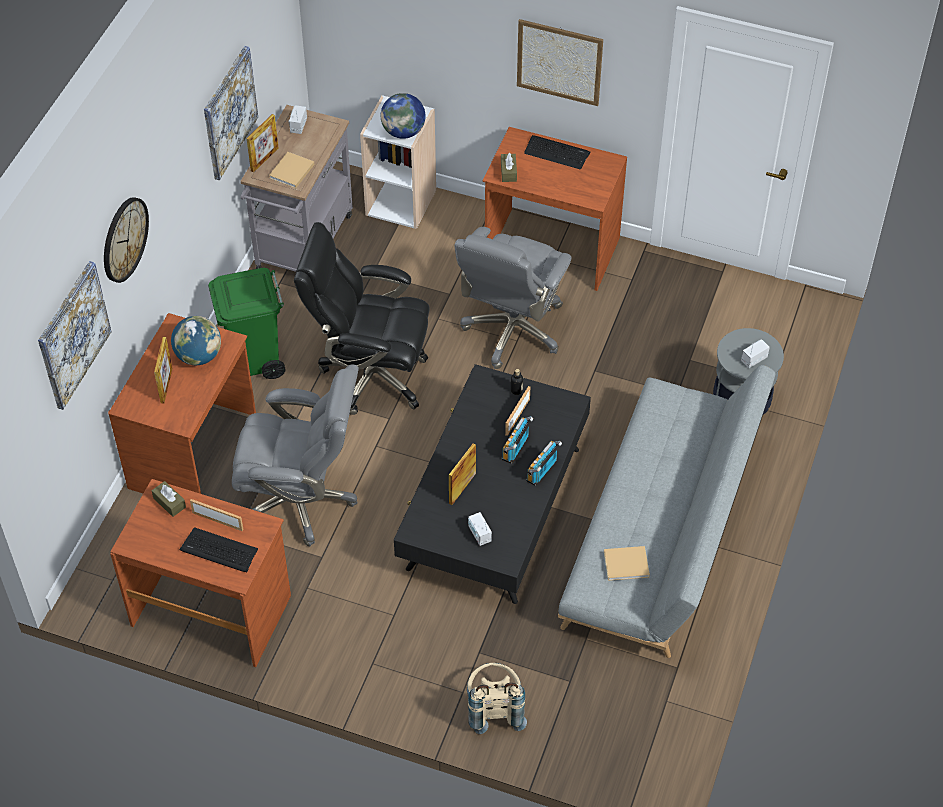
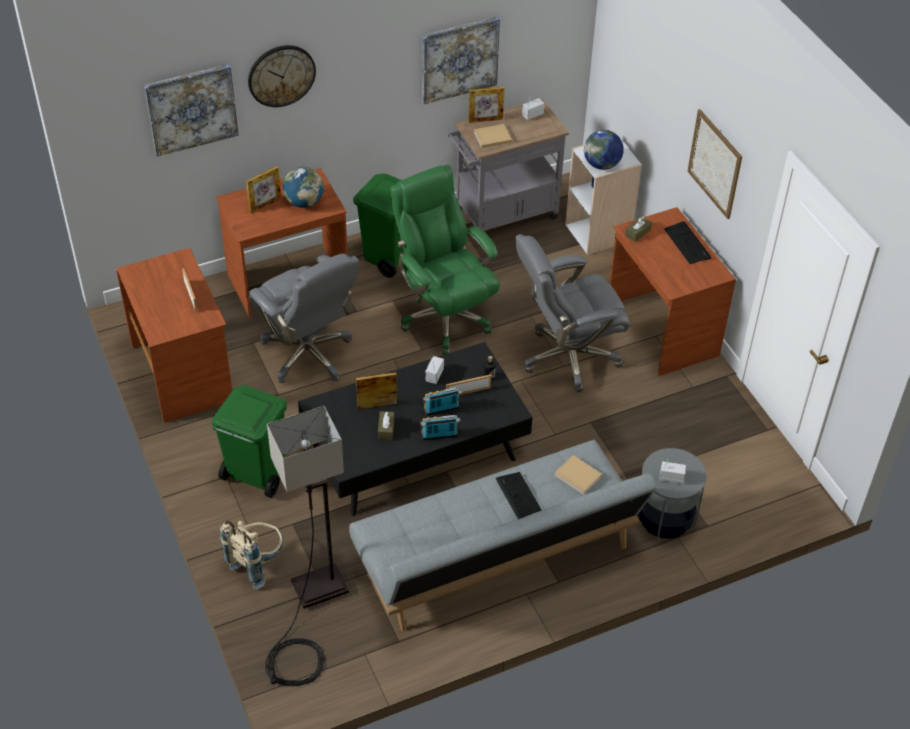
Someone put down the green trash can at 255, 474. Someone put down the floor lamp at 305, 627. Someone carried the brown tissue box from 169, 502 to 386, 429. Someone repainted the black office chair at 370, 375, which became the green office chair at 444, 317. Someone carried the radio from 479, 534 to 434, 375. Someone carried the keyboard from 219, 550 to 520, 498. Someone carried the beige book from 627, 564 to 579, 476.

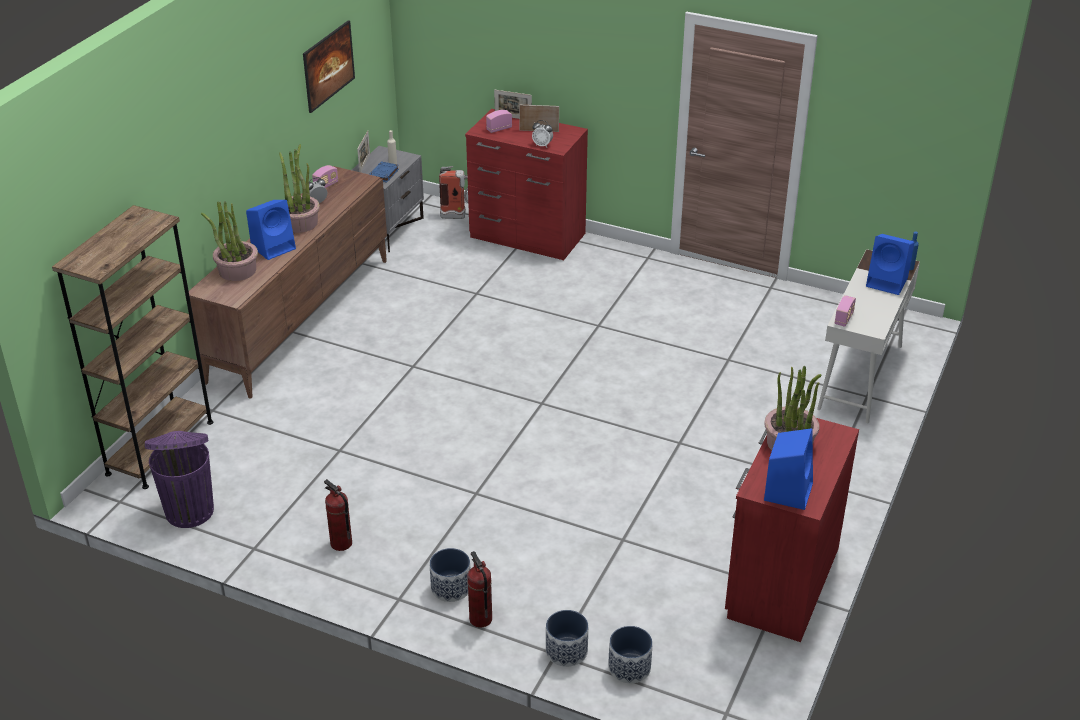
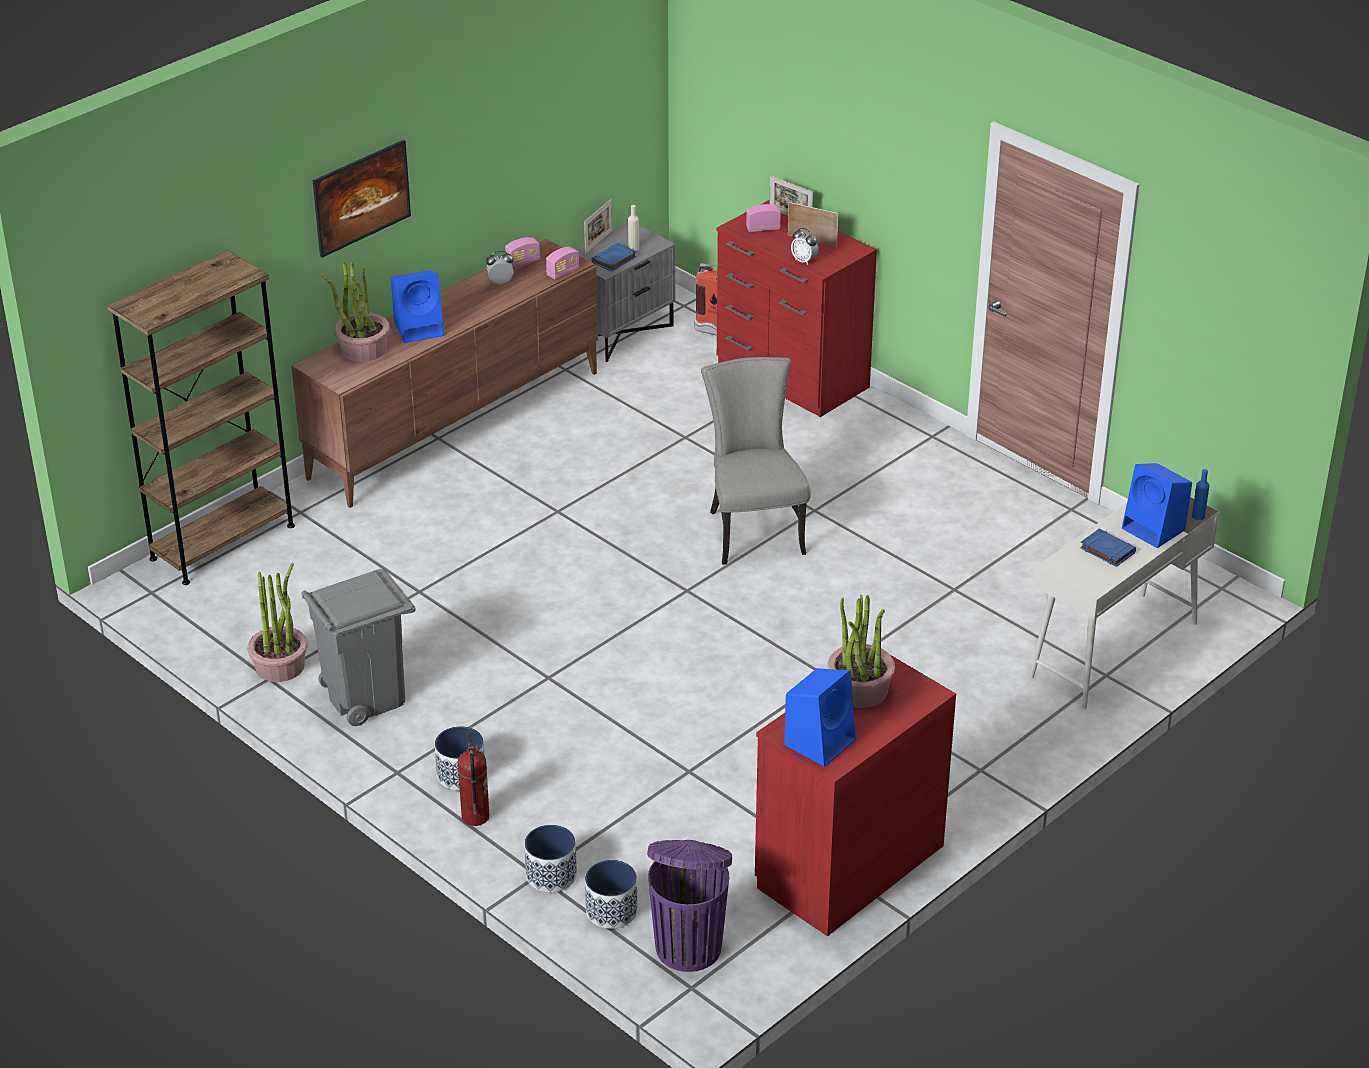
Someone carried the potted plant from 300, 223 to 280, 665. Someone swapped the fire extinguisher at 341, 543 for the grey trash can at 365, 696. Someone carried the picture from 330, 80 to 363, 216. Someone carried the radio from 844, 319 to 563, 273. Someone carried the purple trash can from 189, 510 to 689, 945. Someone put down the grey chair at 753, 528. Someone put down the blue book at 1106, 550.

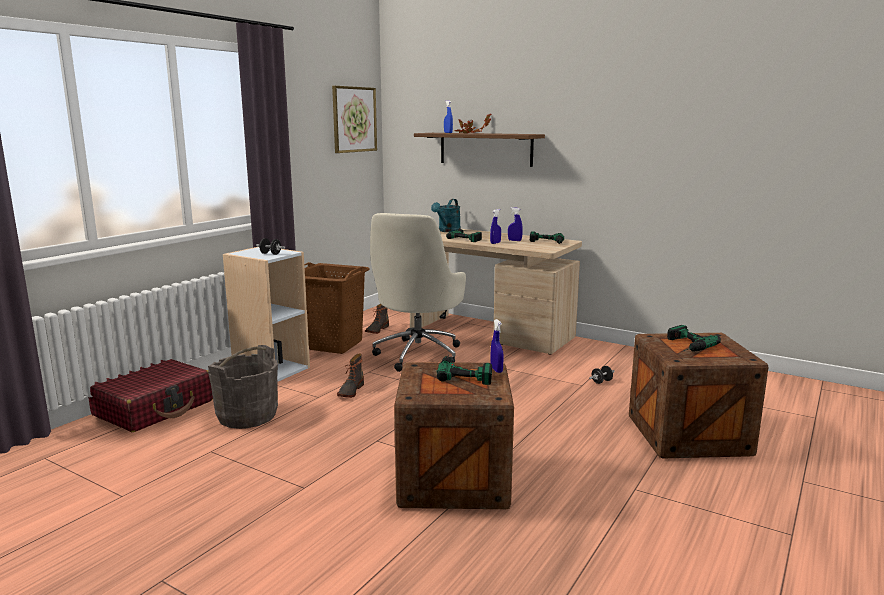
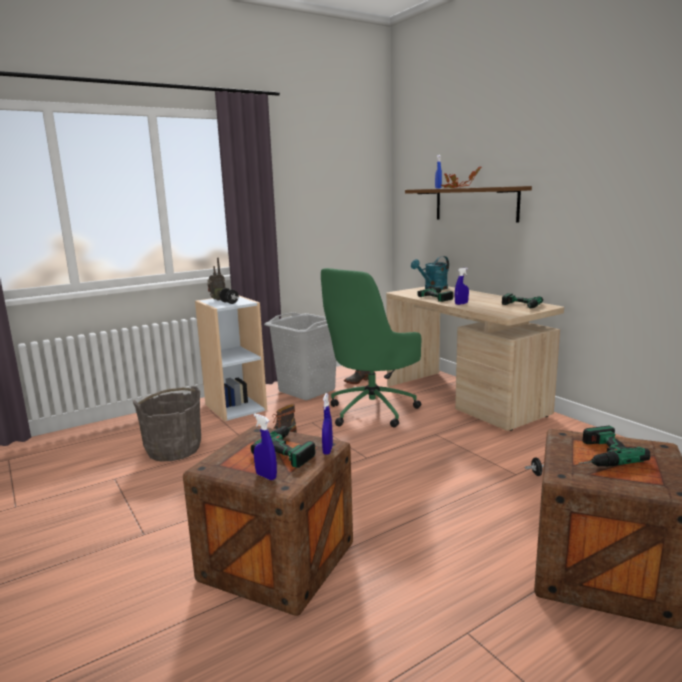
Someone put down the radio at 217, 299. Someone carried the blue spray bottle from 514, 240 to 266, 476. Someone repainted the brown laundry basket at 332, 344, which became the grey laundry basket at 307, 390. Someone repainted the beige office chair at 418, 355, which became the green office chair at 372, 411. Someone took away the red suitcase at 154, 408. Someone took away the picture at 354, 119.

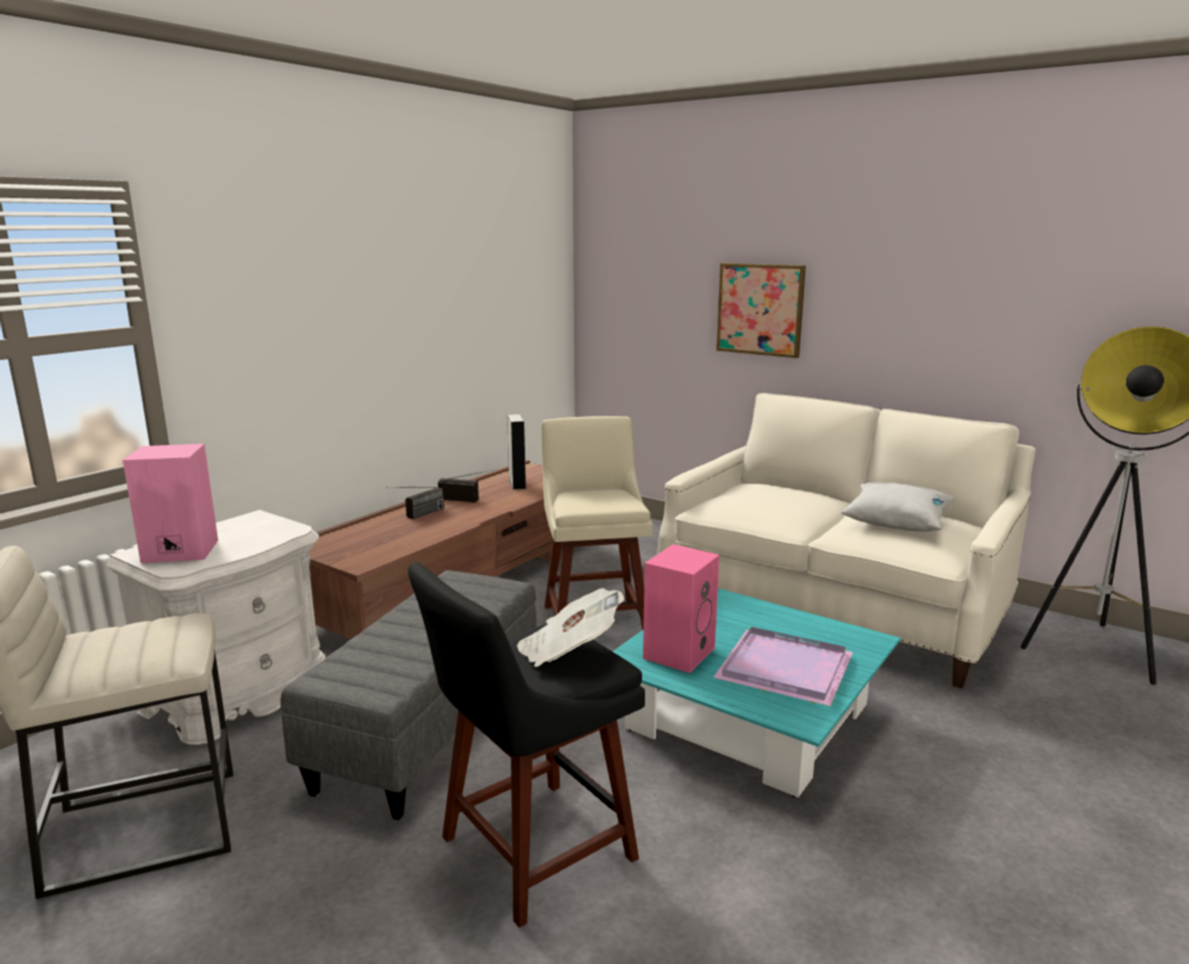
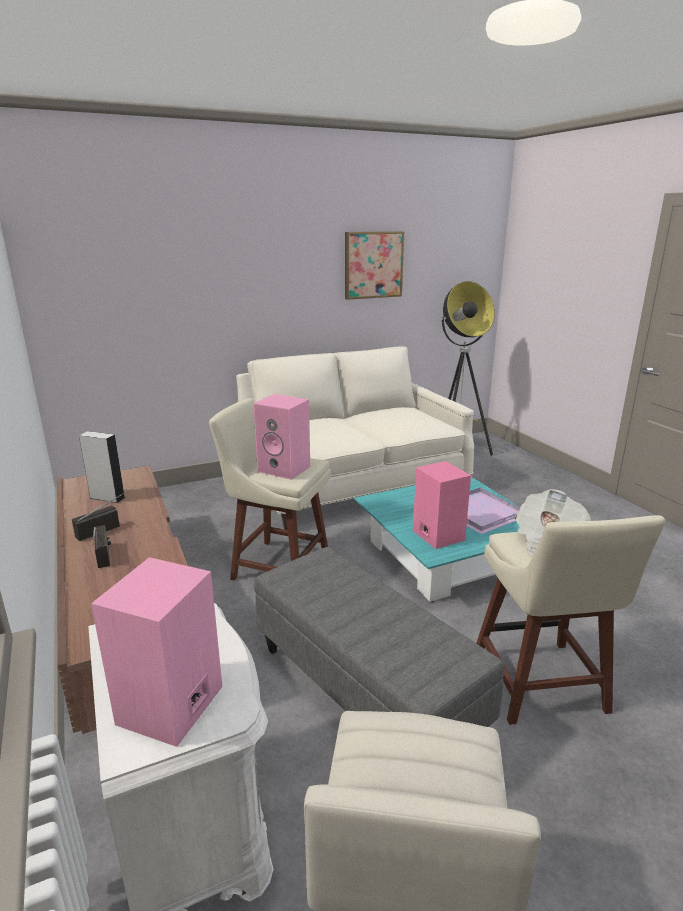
Someone put down the pink speaker at 285, 469. Someone carried the picture from 760, 309 to 373, 265. Someone repainted the black stool at 529, 851, which became the beige stool at 540, 685. Someone took away the grey pillow at 896, 523.

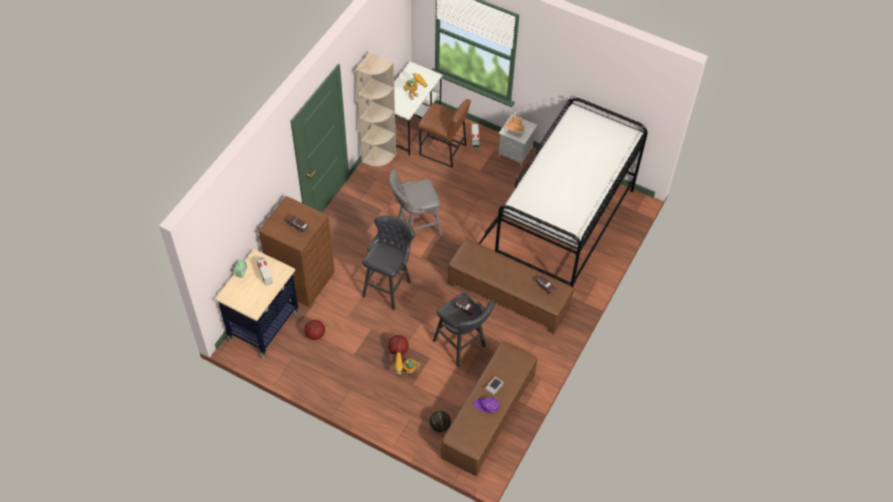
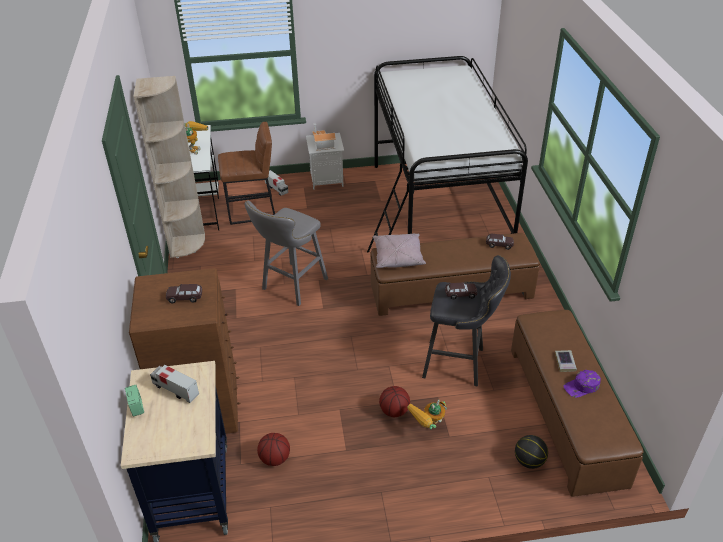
Someone put down the purple pillow at 398, 257. Someone took away the black stool at 389, 284.

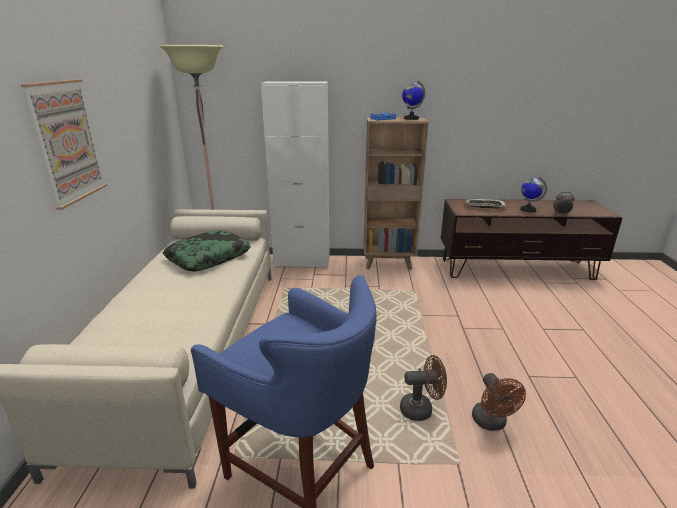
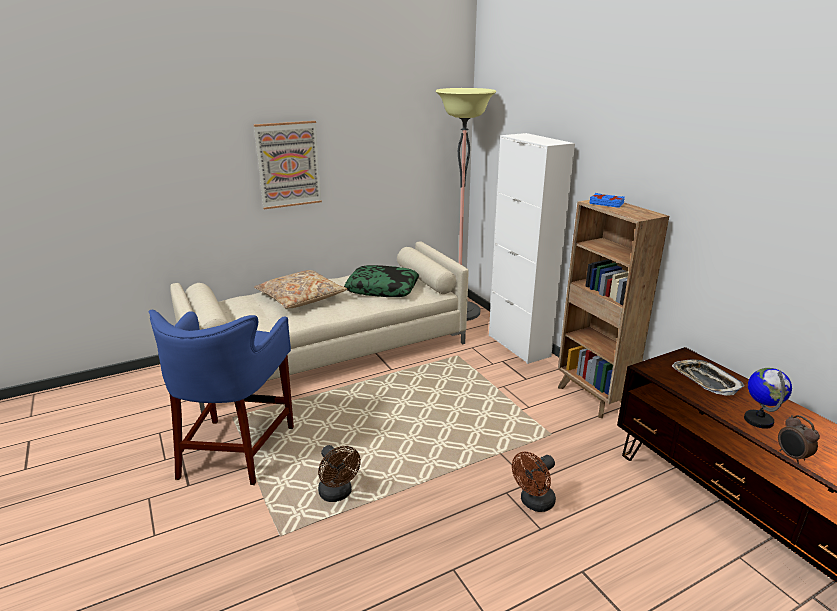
Someone put down the beige pillow at 301, 298. Someone carried the brown fan from 491, 423 to 534, 503. Someone took away the globe at 411, 118.

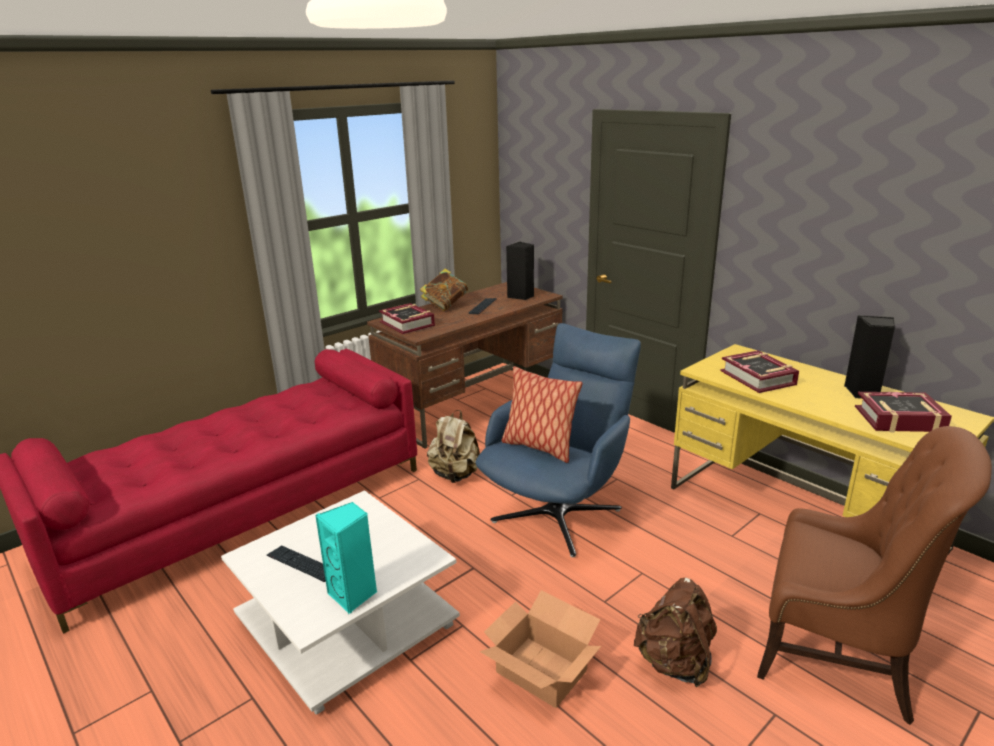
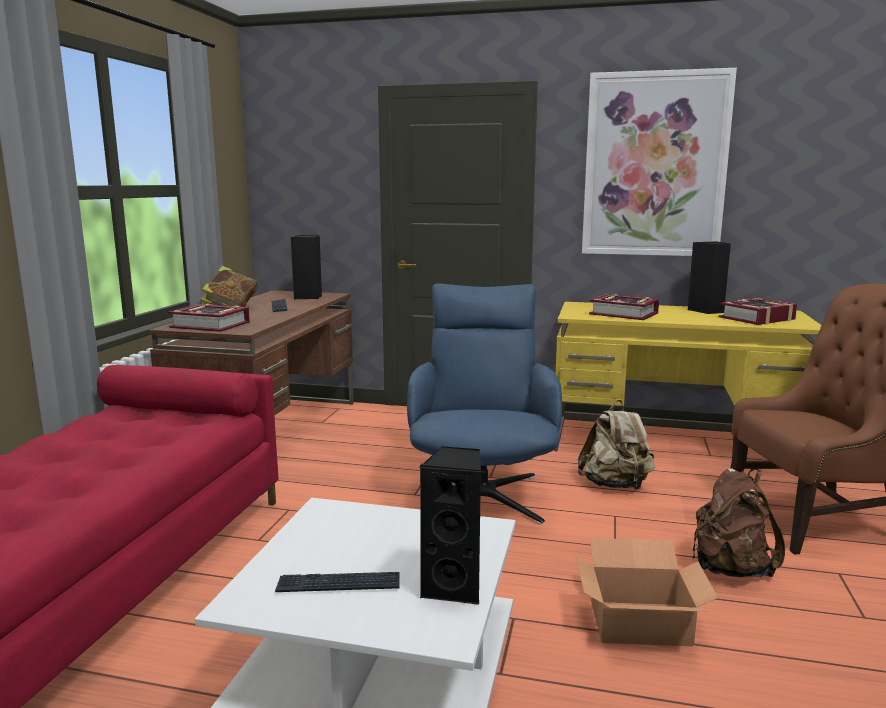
Someone repainted the turquoise speaker at 354, 595, which became the black speaker at 455, 587. Someone carried the beige backpack from 455, 475 to 615, 485. Someone put up the picture at 654, 165. Someone took away the pillow at 539, 447.

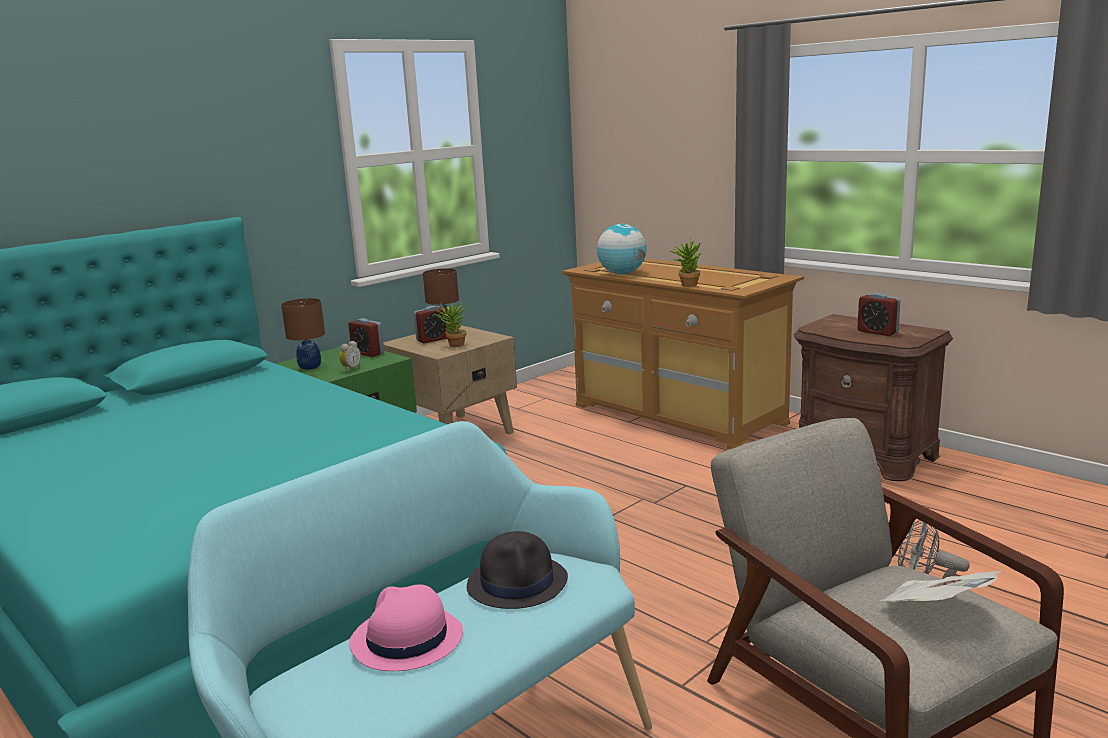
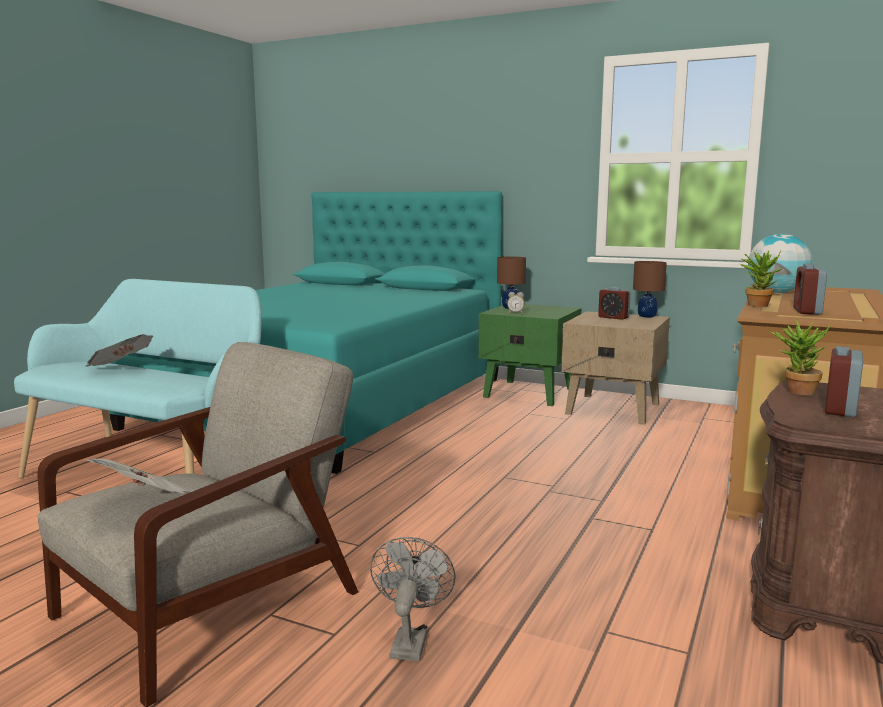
Someone swapped the pink hat at 406, 640 for the newspaper at 121, 368. Someone carried the potted plant from 454, 345 to 795, 391. Someone carried the alarm clock from 368, 353 to 807, 311. Someone took away the black hat at 518, 583.

